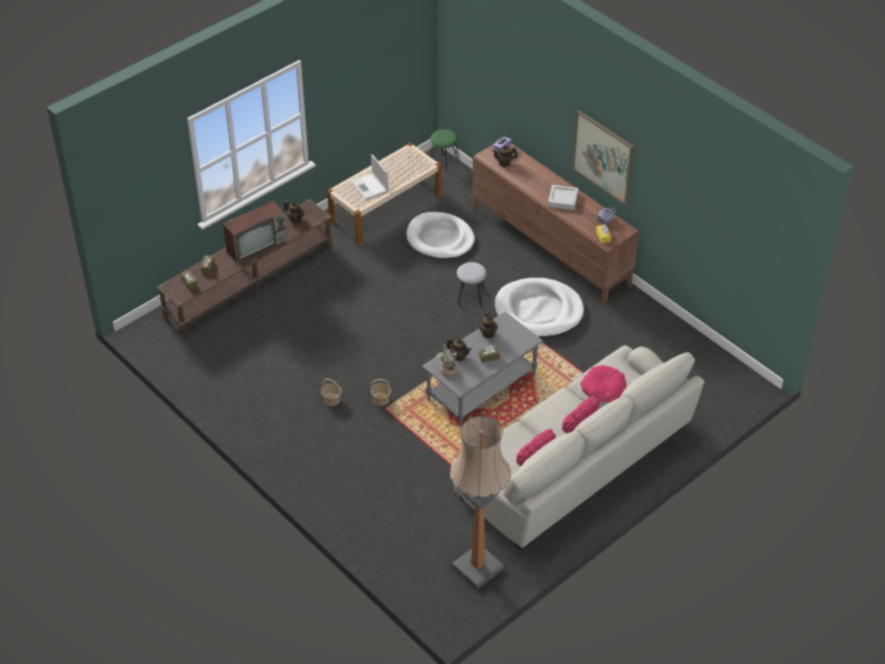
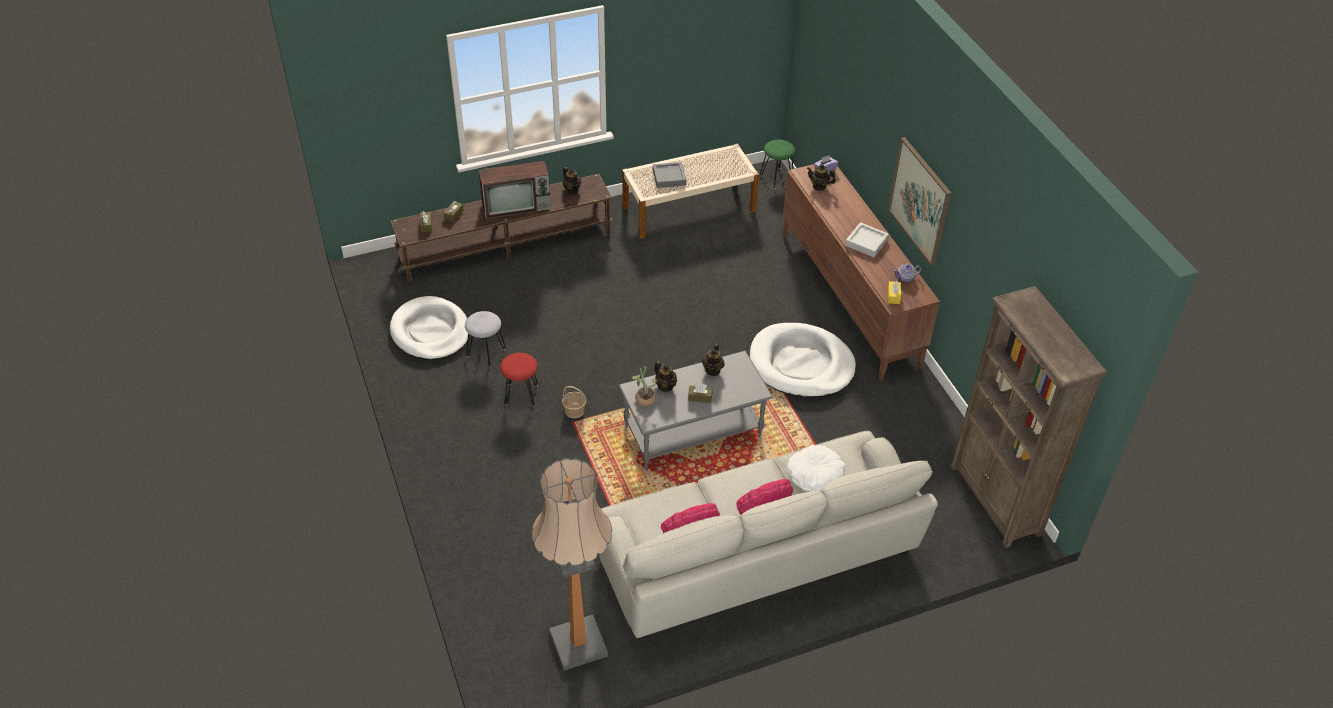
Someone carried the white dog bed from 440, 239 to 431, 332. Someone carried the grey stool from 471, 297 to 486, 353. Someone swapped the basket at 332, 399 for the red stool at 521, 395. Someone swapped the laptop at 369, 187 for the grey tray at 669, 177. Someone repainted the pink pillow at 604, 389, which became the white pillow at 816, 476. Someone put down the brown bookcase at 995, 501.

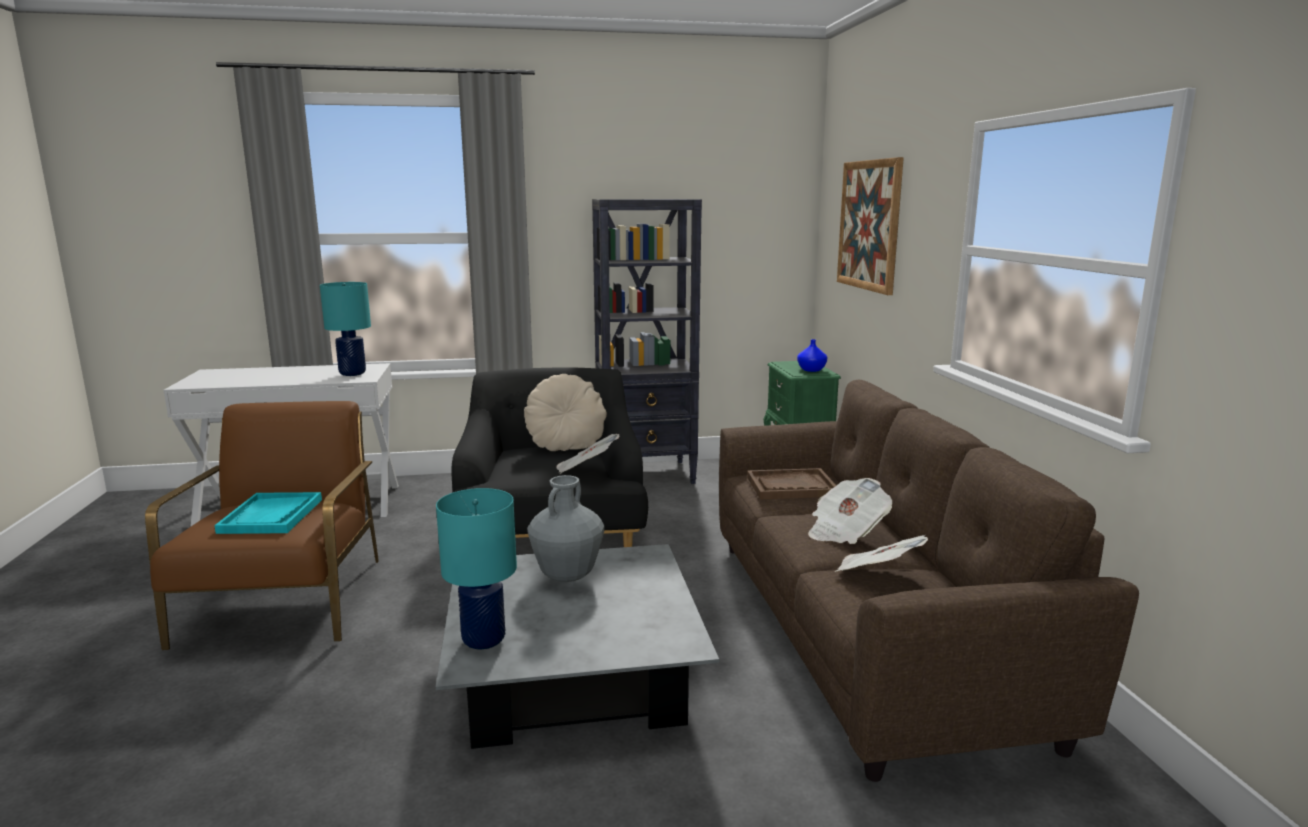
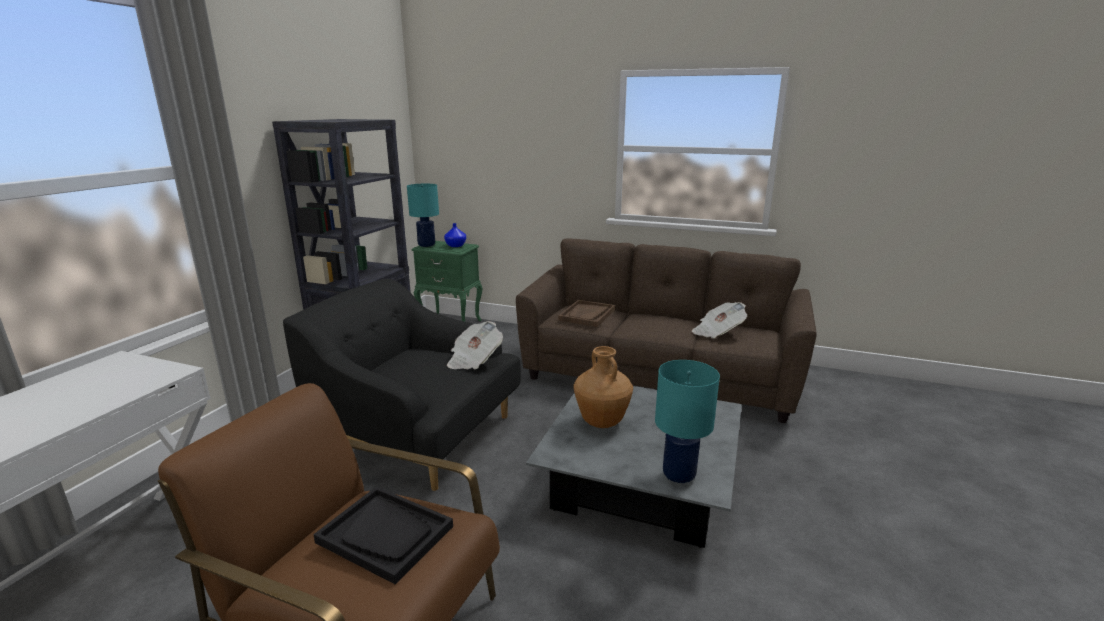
Someone repainted the turquoise tray at 271, 516, which became the black tray at 385, 534. Someone carried the turquoise table lamp from 353, 374 to 426, 246. Someone repainted the grey vase at 567, 576, which became the brown vase at 602, 422. Someone took away the beige pillow at 566, 448. Someone took away the newspaper at 845, 531. Someone took away the picture at 869, 225.

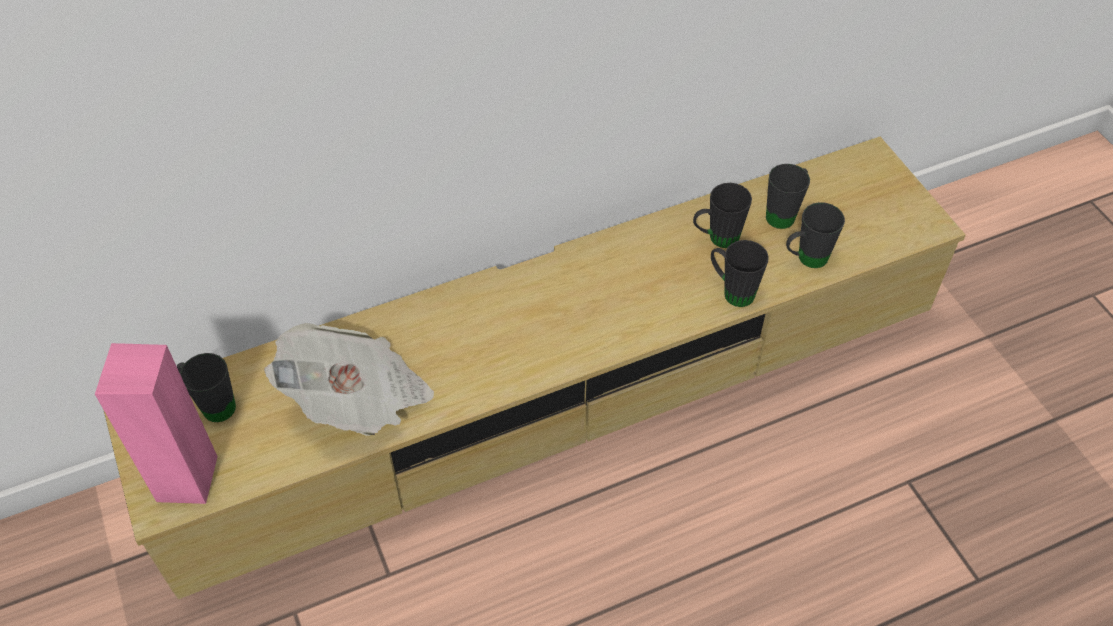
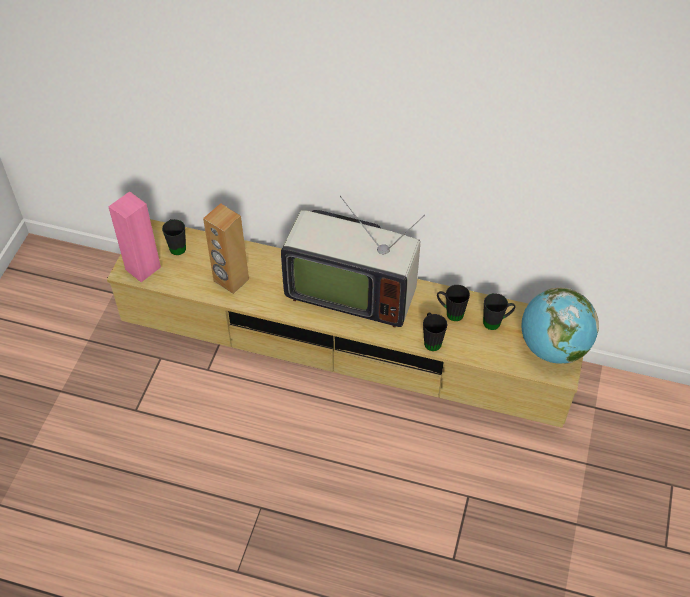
Someone swapped the newspaper at 358, 399 for the brown speaker at 231, 280. Someone put down the television at 350, 291. Someone put down the globe at 553, 347. Someone took away the black mug at 805, 259.

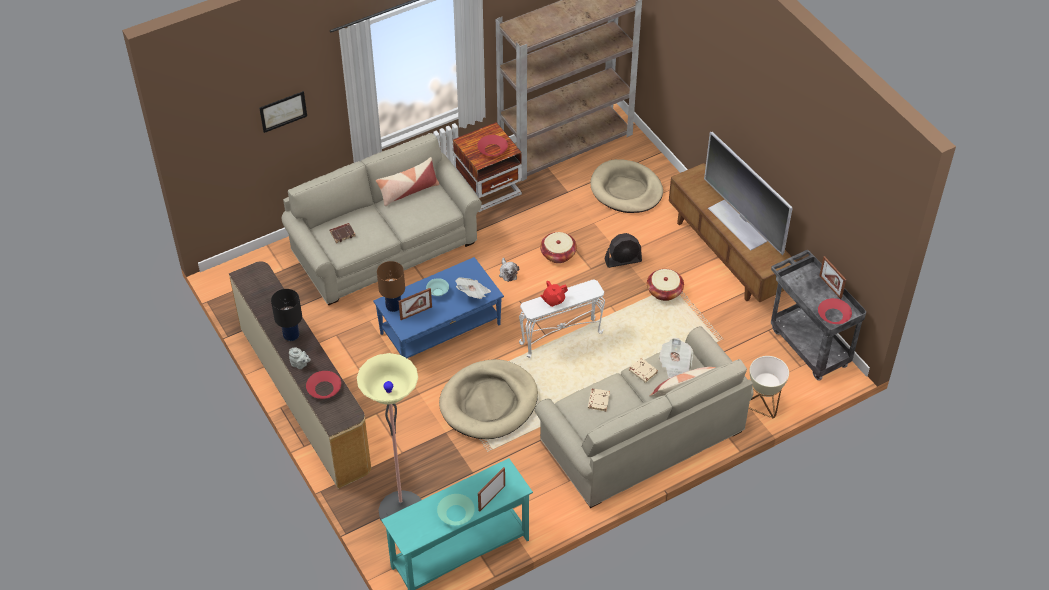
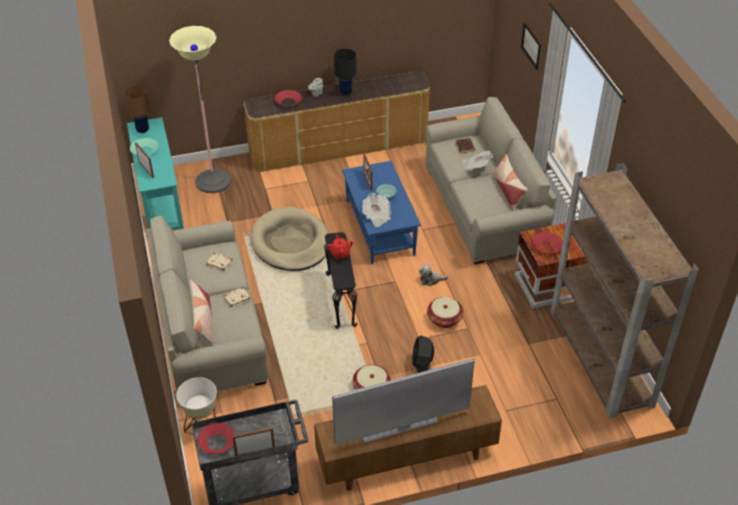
Someone carried the brown table lamp from 393, 307 to 142, 130. Someone repainted the white side table at 561, 338, which became the black side table at 341, 300. Someone carried the newspaper from 675, 365 to 476, 166. Someone took away the beige dog bed at 626, 189.

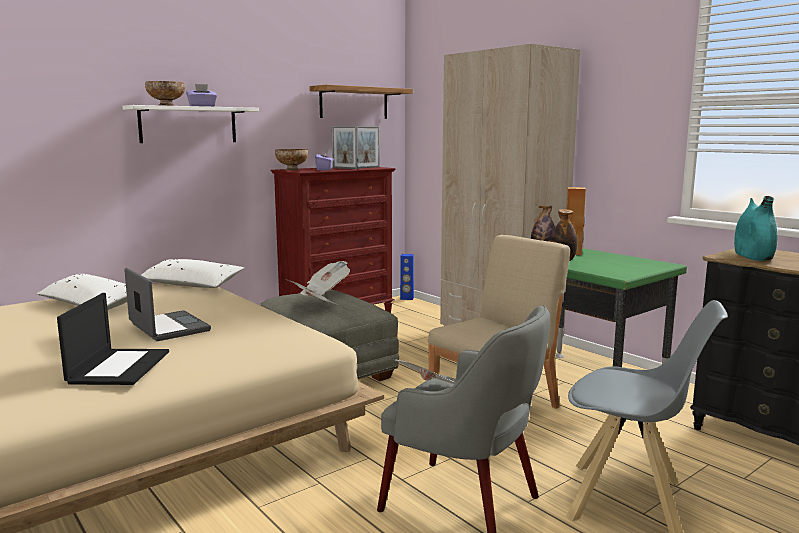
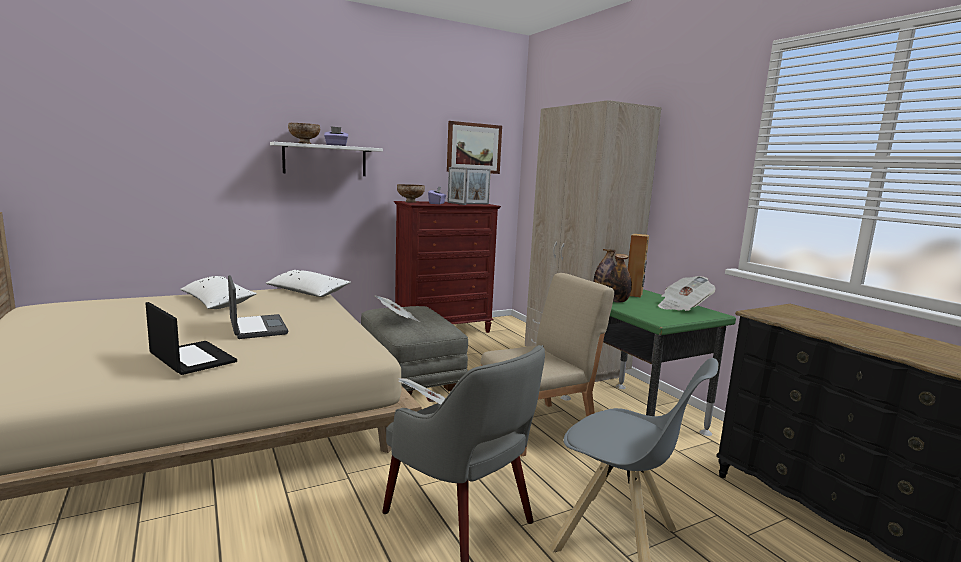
Someone rotated the laptop at 119, 367 by 60 degrees counterclockwise. Someone swapped the shelf at 354, 103 for the picture at 474, 148. Someone carried the newspaper from 325, 291 to 682, 307. Someone took away the blue speaker at 407, 298. Someone took away the turquoise vase at 752, 257.

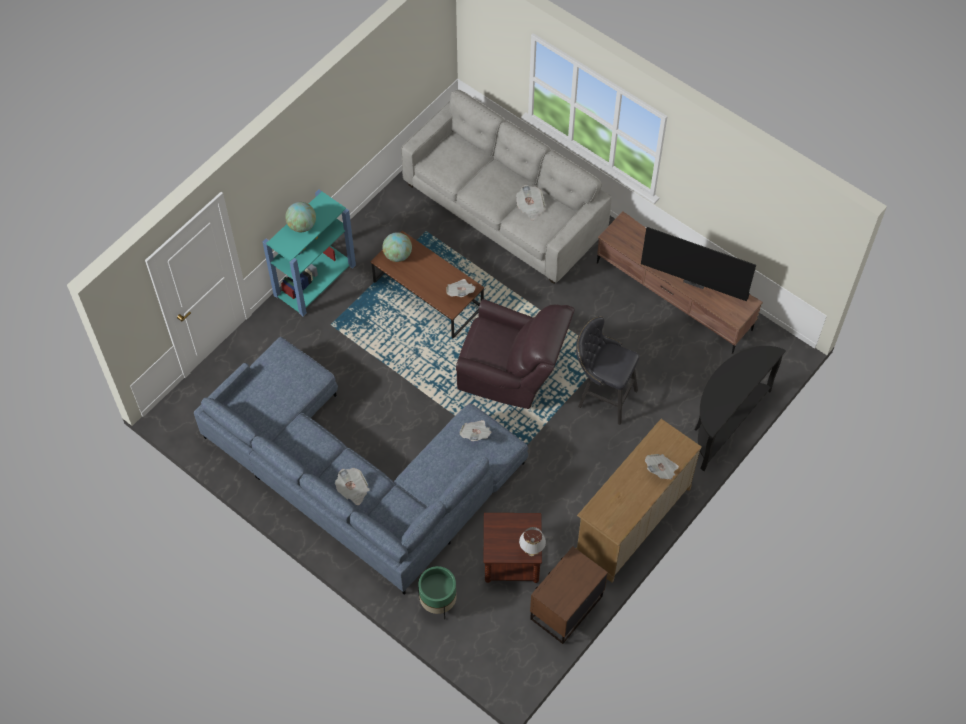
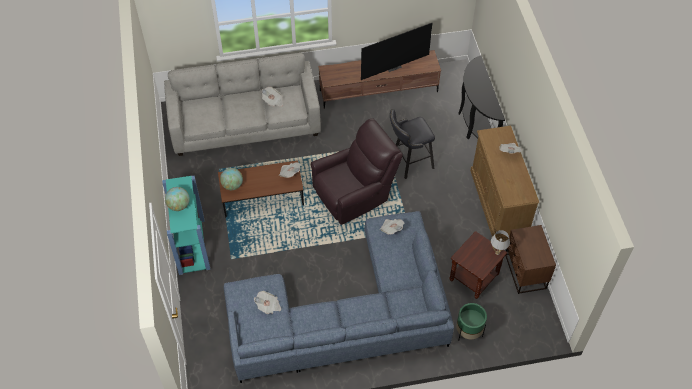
Someone carried the newspaper from 353, 490 to 268, 306.

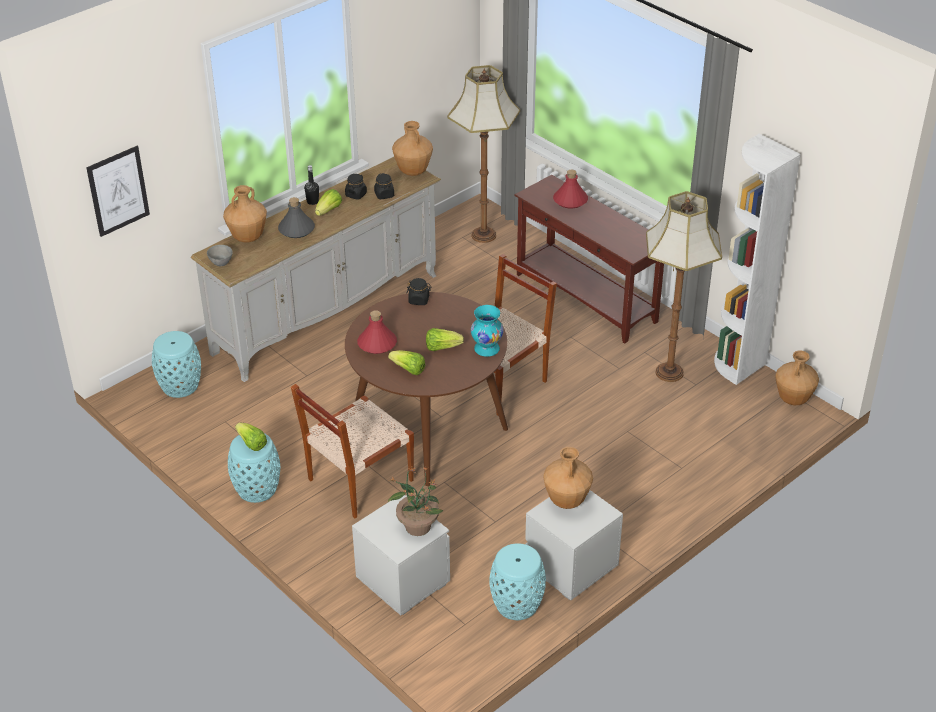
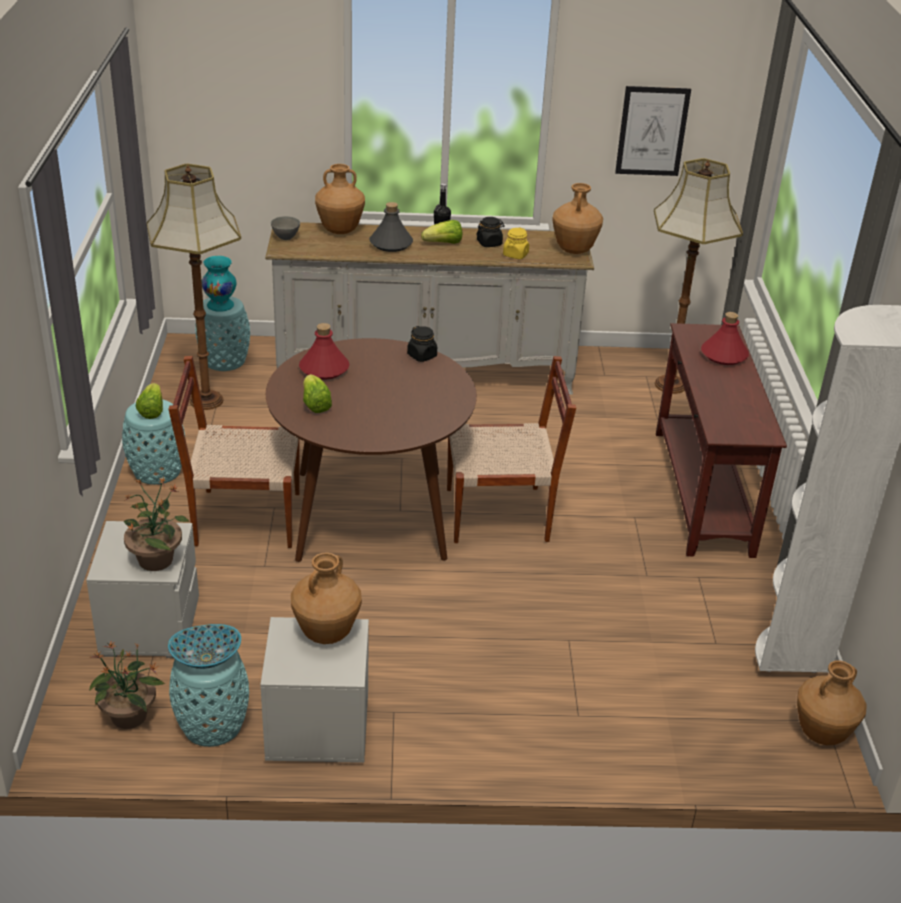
Someone put down the potted plant at 129, 717. Someone carried the floor lamp from 670, 372 to 207, 401. Someone put down the bowl at 206, 658. Someone carried the turquoise vase from 487, 349 to 221, 305. Someone repainted the black jar at 384, 195, which became the yellow jar at 515, 255. Someone carried the picture from 118, 191 to 652, 131. Someone took away the lettuce at 442, 347.

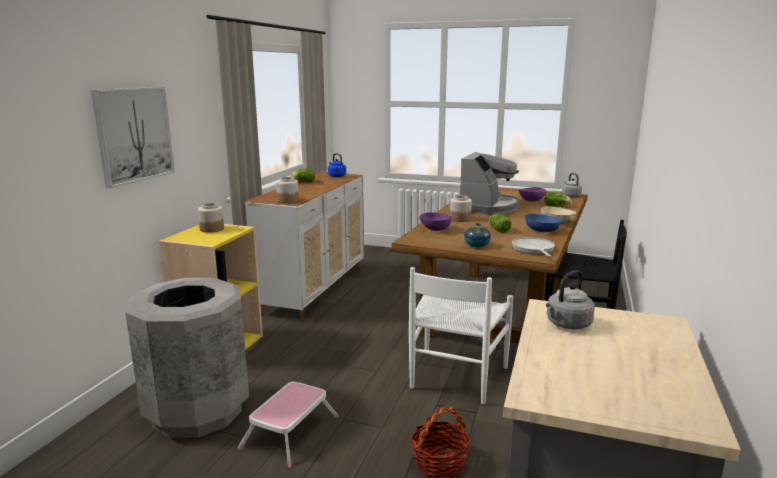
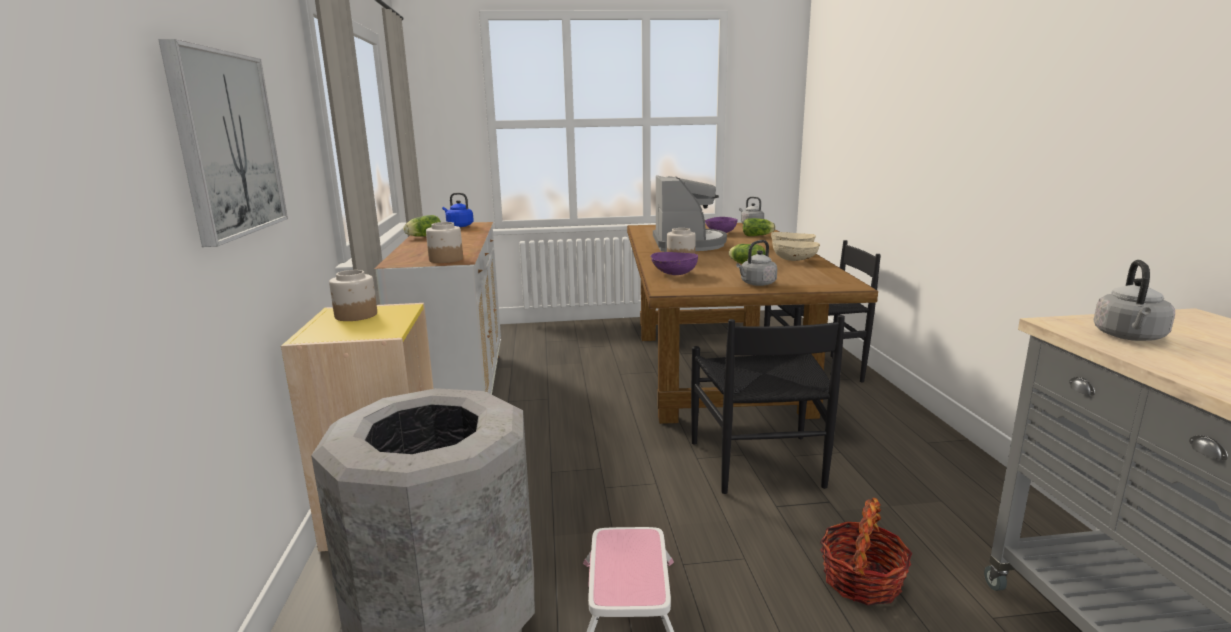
Someone repainted the white chair at 456, 377, which became the black chair at 760, 465. Someone swapped the vase at 477, 245 for the grey kettle at 756, 284. Someone repainted the blue bowl at 542, 231, which became the beige bowl at 794, 260. Someone took away the frying pan at 533, 249.

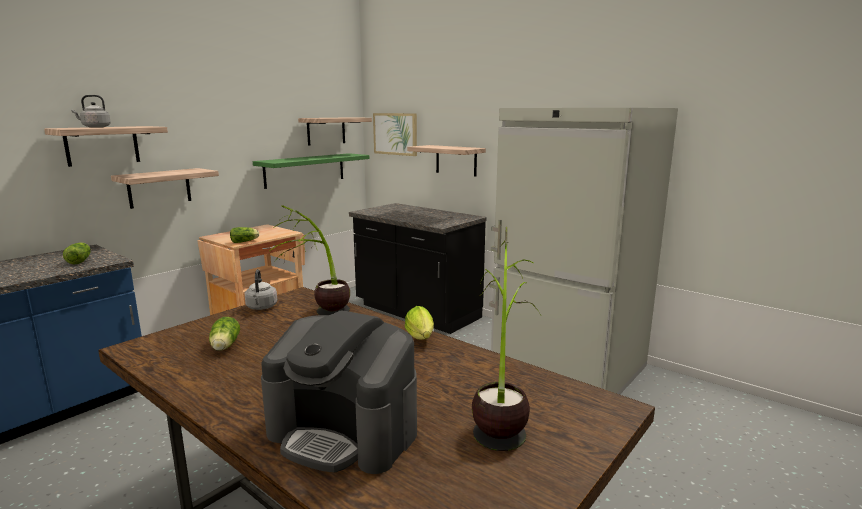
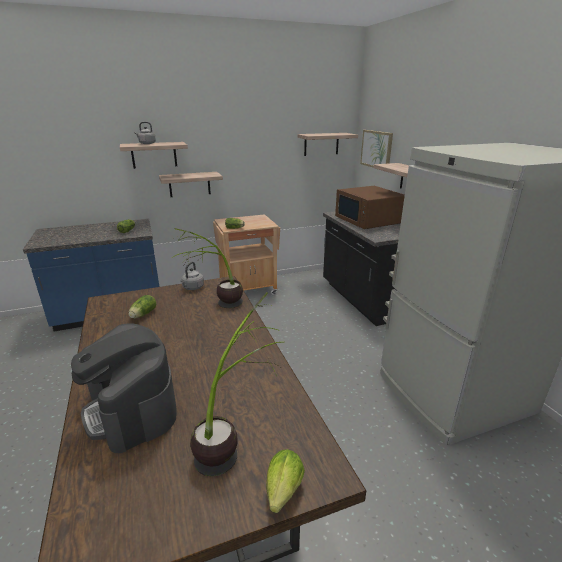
Someone carried the lettuce from 421, 338 to 282, 493. Someone put down the brown microwave at 368, 220. Someone took away the green shelf at 305, 170.

